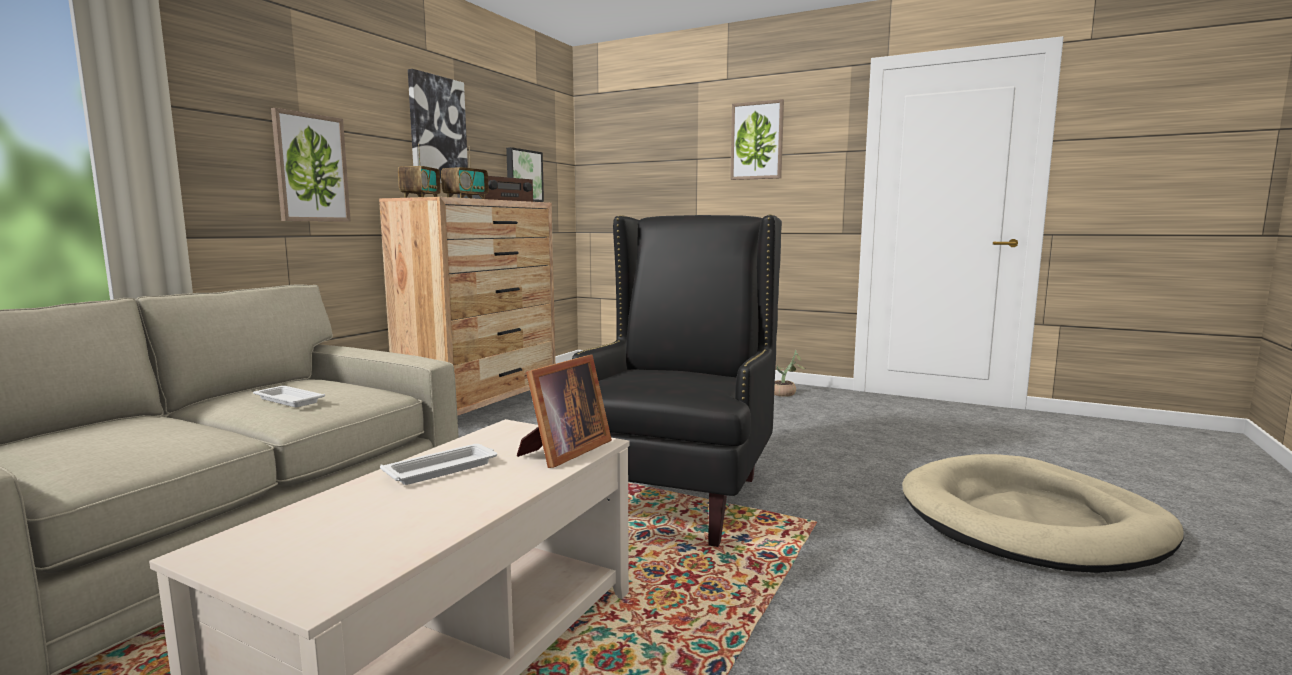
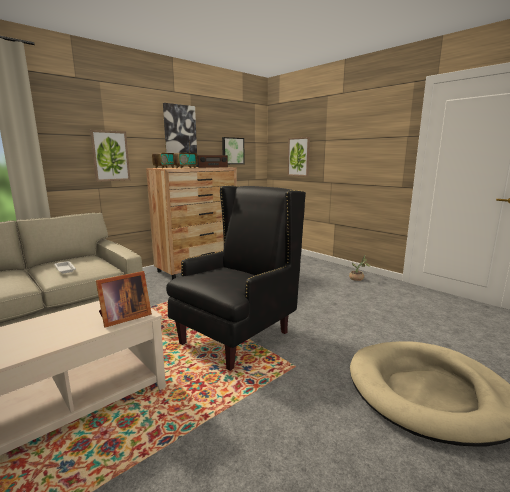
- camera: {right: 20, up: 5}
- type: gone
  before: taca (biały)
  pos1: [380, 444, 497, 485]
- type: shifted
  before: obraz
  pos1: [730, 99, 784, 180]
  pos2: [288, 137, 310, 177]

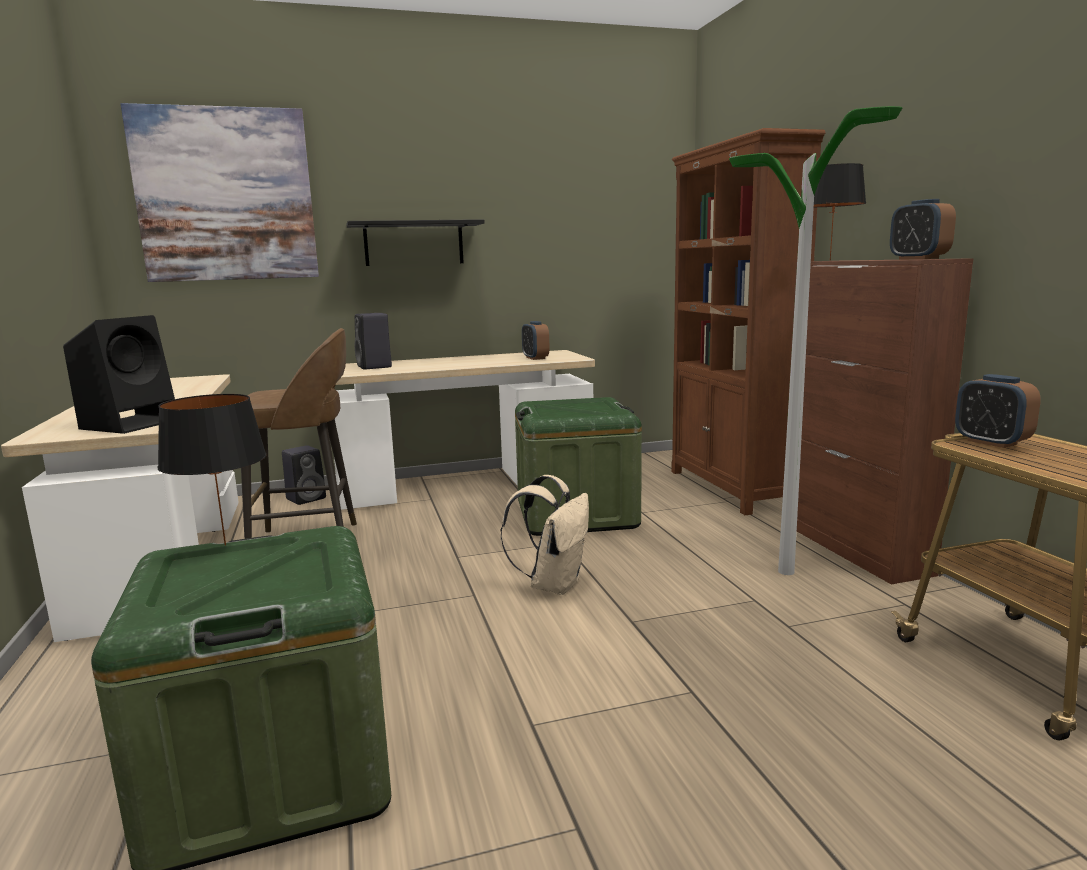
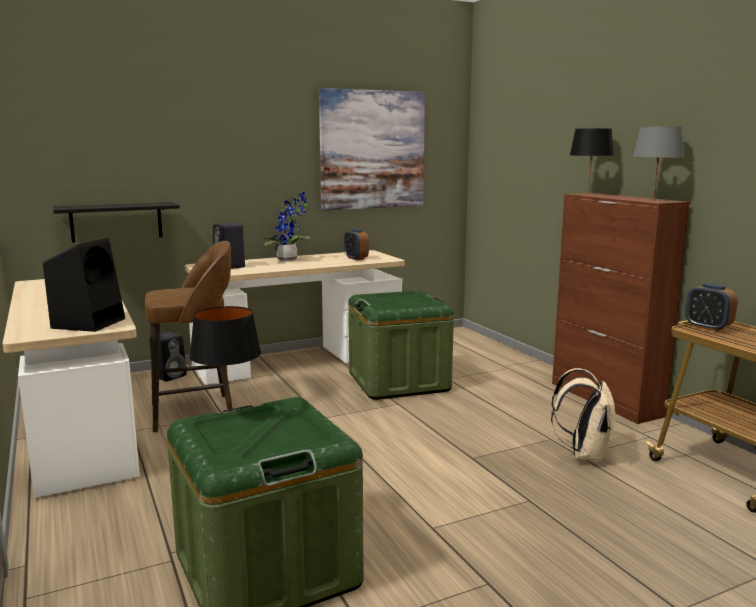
- camera: {right: -10, up: 0}
- type: gone
  before: regał (brązowy)
  pos1: [671, 128, 825, 515]
- type: gone
  before: lampa stojąca
  pos1: [729, 106, 902, 575]
- type: new
  after: roślina doniczkowa
  pos2: [264, 192, 310, 262]
- type: shifted
  before: obraz
  pos1: [121, 103, 319, 282]
  pos2: [319, 88, 425, 211]
- type: shifted
  before: półka (czarny)
  pos1: [346, 219, 485, 266]
  pos2: [53, 202, 180, 242]
- type: shifted
  before: plecak (beżowy)
  pos1: [501, 475, 589, 595]
  pos2: [551, 368, 616, 463]
- type: swapped
  before: budzik
  after: lampa stołowa (szary)
  pos1: [890, 199, 956, 260]
  pos2: [633, 127, 684, 199]

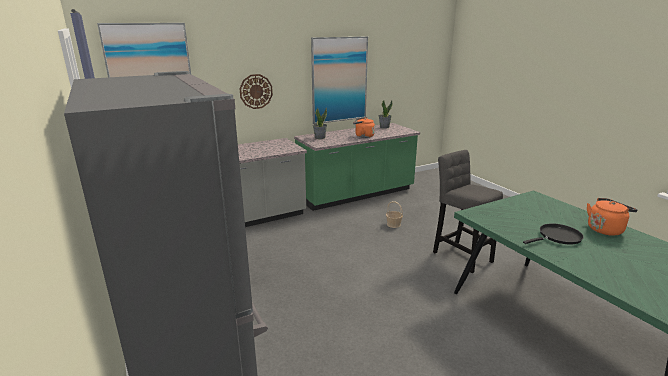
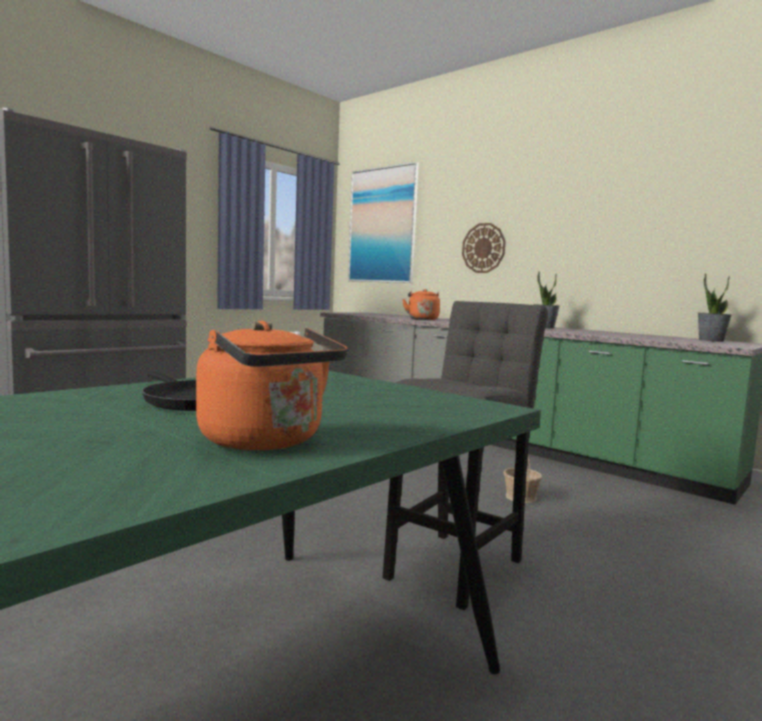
- camera: {right: 70, up: -15}
- type: gone
  before: obraz
  pos1: [311, 36, 368, 124]
- type: shifted
  before: czajnik (pomarańczowy)
  pos1: [353, 117, 375, 138]
  pos2: [403, 289, 440, 320]

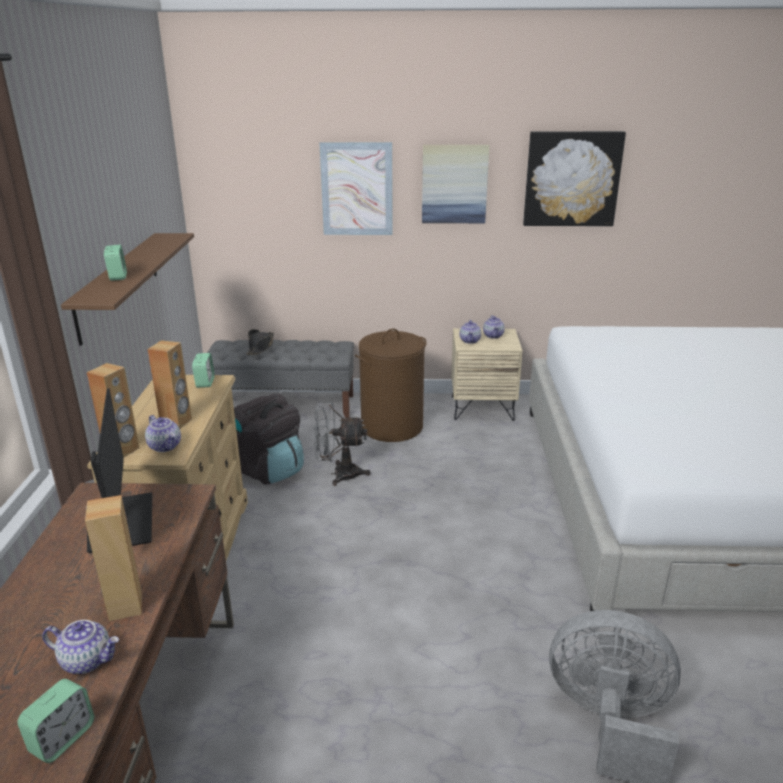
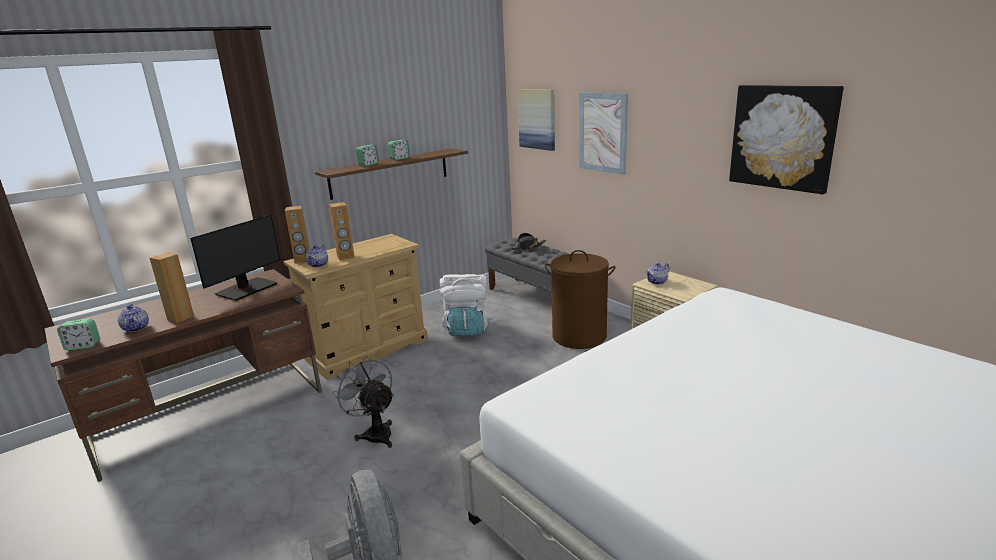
- camera: {right: 50, up: -5}
- type: gone
  before: imbryk
  pos1: [483, 315, 505, 339]
- type: shifted
  before: budzik
  pos1: [192, 353, 215, 388]
  pos2: [388, 140, 410, 160]
- type: shifted
  before: wentylator (szary)
  pos1: [314, 402, 370, 486]
  pos2: [333, 356, 394, 448]
- type: shifted
  before: obraz
  pos1: [422, 145, 489, 223]
  pos2: [517, 89, 555, 151]
- type: repainted
  before: plecak (czarny)
  after: plecak (biały)
  pos1: [234, 393, 304, 485]
  pos2: [440, 274, 488, 336]

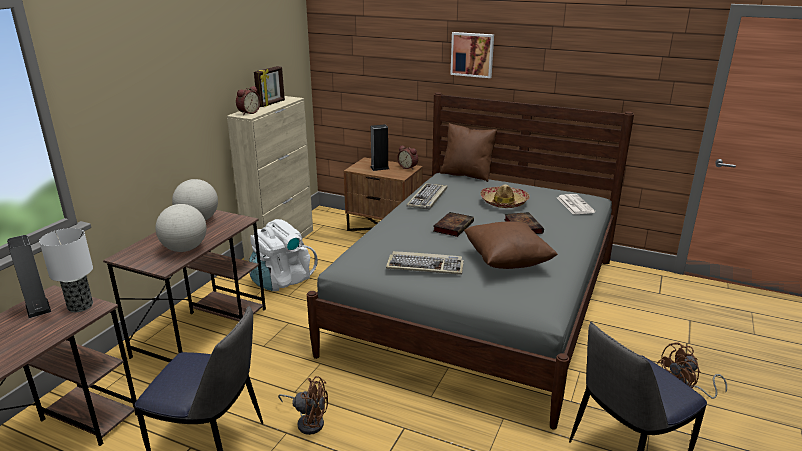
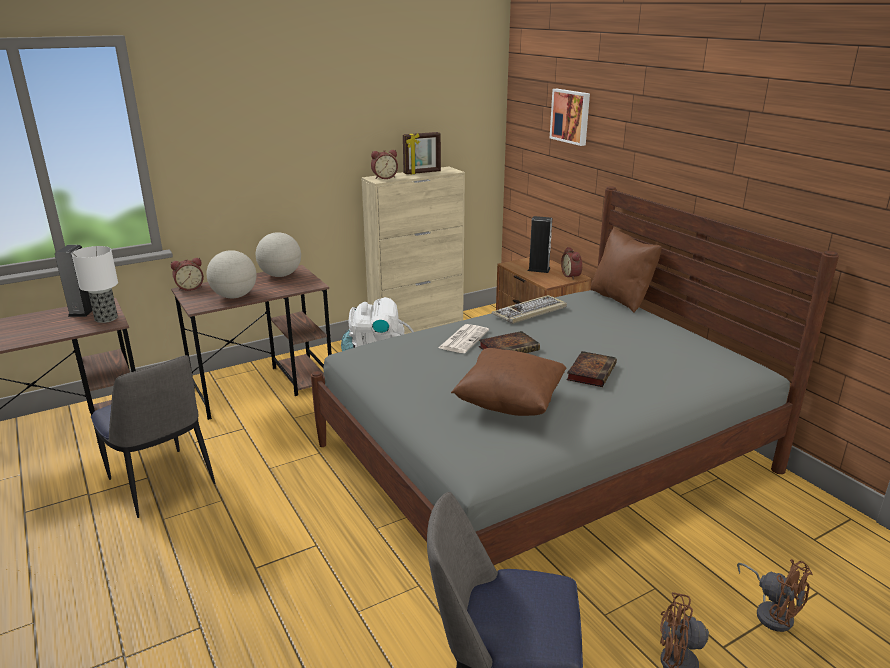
- camera: {right: 35, up: 0}
- type: gone
  before: klawiatura
  pos1: [386, 251, 464, 275]
- type: gone
  before: kapelusz
  pos1: [480, 184, 529, 208]
- type: new
  after: budzik
  pos2: [171, 258, 204, 291]
- type: shifted
  before: wentylator (brązowy)
  pos1: [278, 376, 328, 435]
  pos2: [737, 559, 813, 632]
- type: shifted
  before: obraz
  pos1: [450, 32, 494, 78]
  pos2: [550, 89, 590, 146]
- type: shifted
  before: gazeta
  pos1: [557, 194, 595, 215]
  pos2: [438, 324, 489, 353]

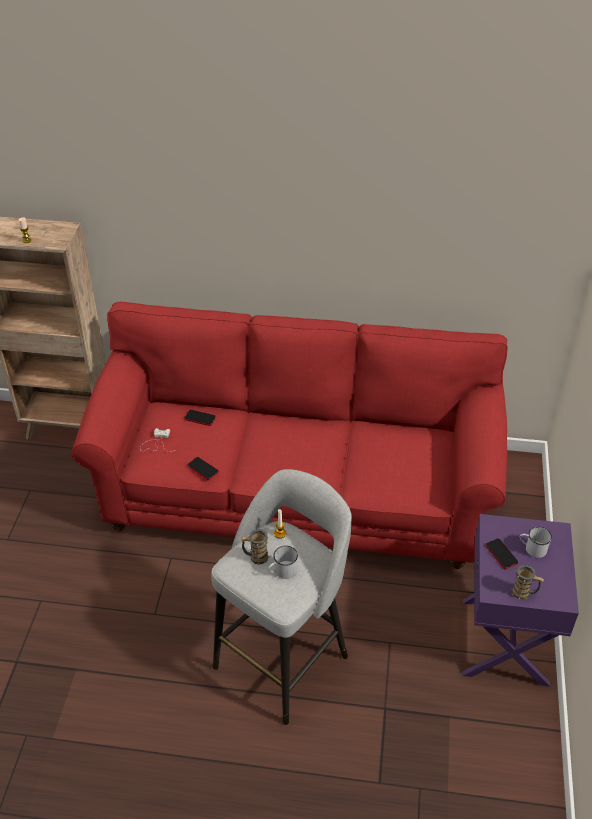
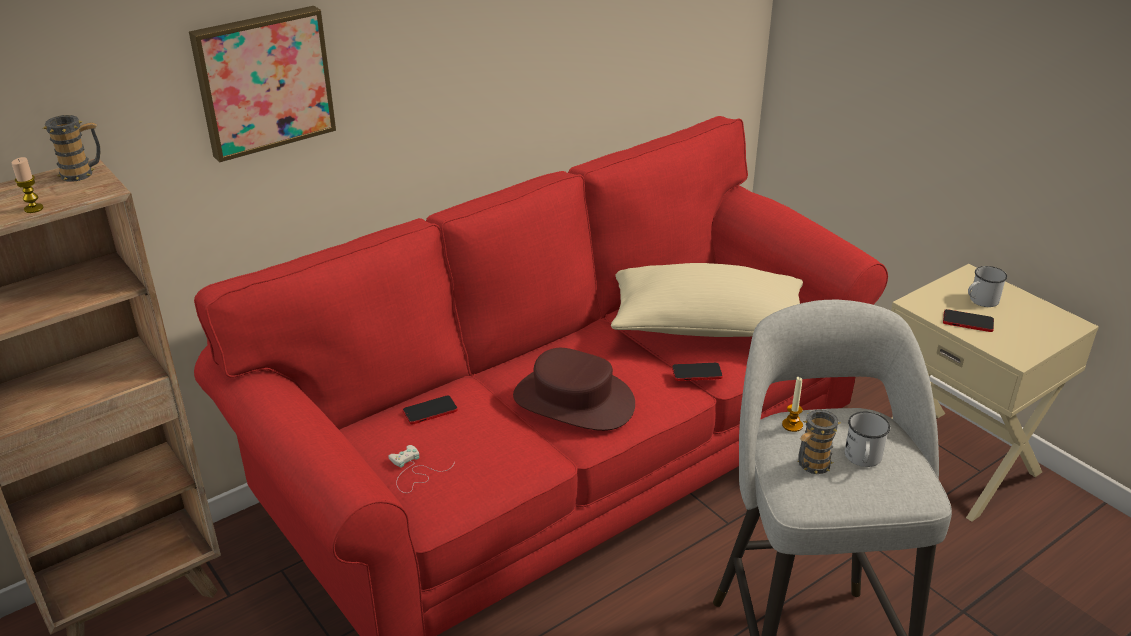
- camera: {right: -45, up: -10}
- type: new
  after: obraz
  pos2: [189, 6, 336, 162]
- type: new
  after: kapelusz (brązowy)
  pos2: [513, 348, 635, 431]
- type: new
  after: poduszka (beżowy)
  pos2: [611, 263, 803, 337]
- type: shifted
  before: telefon
  pos1: [188, 457, 219, 480]
  pos2: [672, 363, 723, 381]
- type: shifted
  before: kubek
  pos1: [511, 565, 544, 600]
  pos2: [43, 115, 100, 182]
- type: repainted
  before: szafka nocna (fioletowy)
  after: szafka nocna (beżowy)
  pos1: [462, 514, 579, 687]
  pos2: [891, 264, 1099, 522]

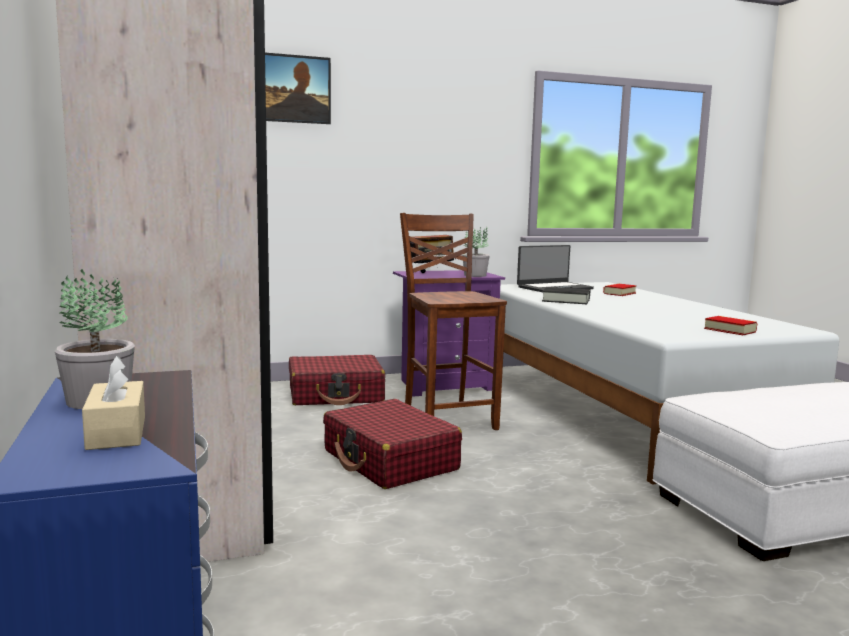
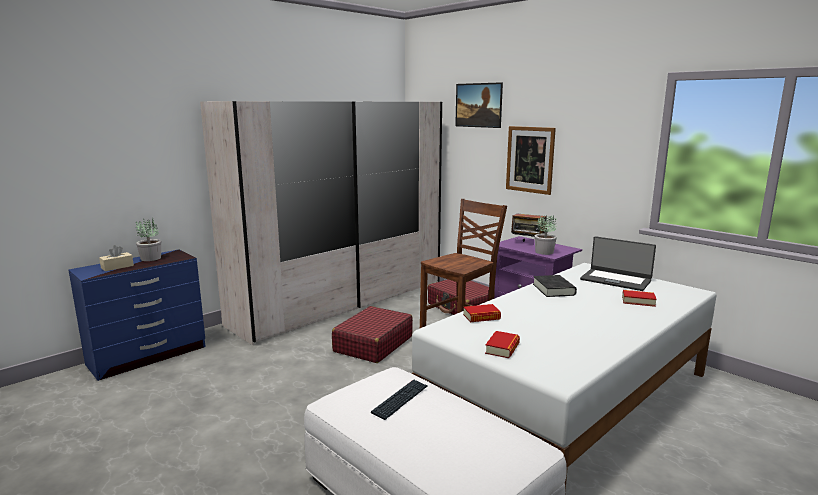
- camera: {right: 65, up: 5}
- type: new
  after: klawiatura
  pos2: [371, 379, 428, 420]
- type: new
  after: książka
  pos2: [463, 304, 501, 322]
- type: new
  after: obraz
  pos2: [506, 126, 556, 195]

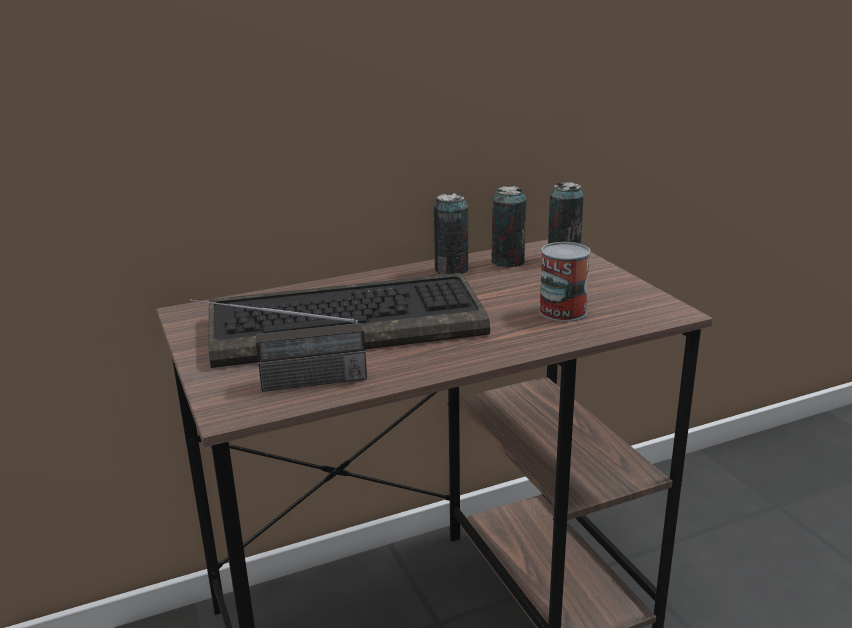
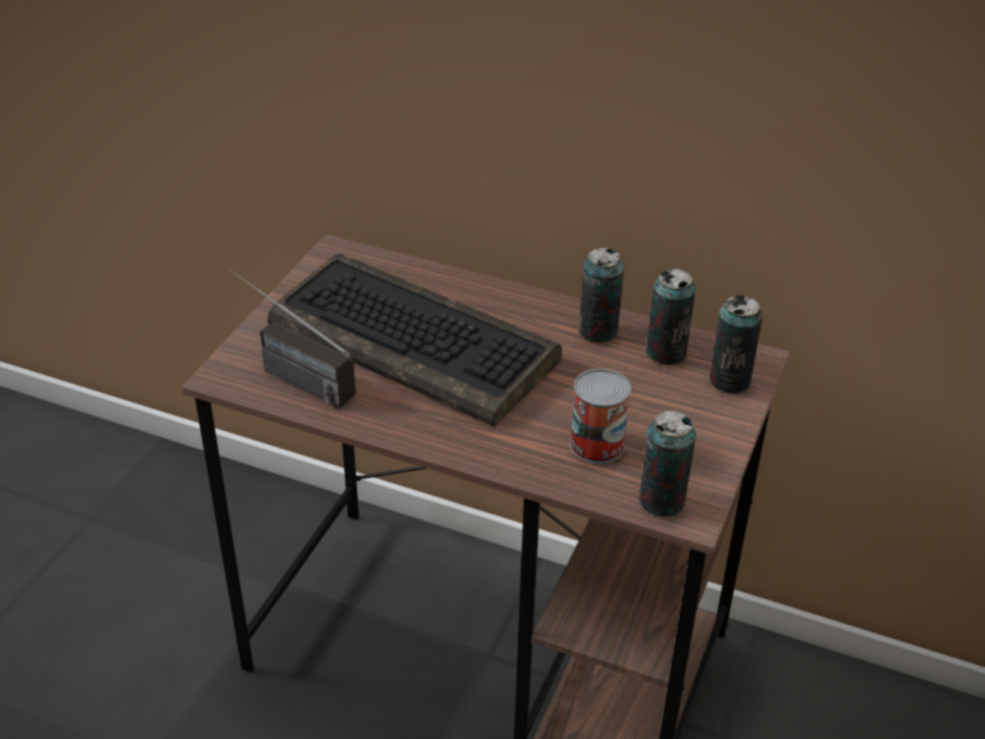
- camera: {right: 45, up: 15}
- type: new
  after: puszka
  pos2: [639, 411, 696, 517]

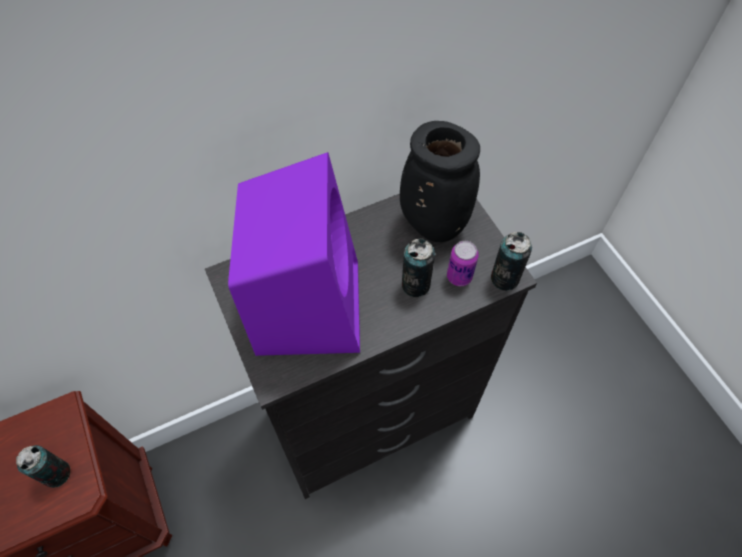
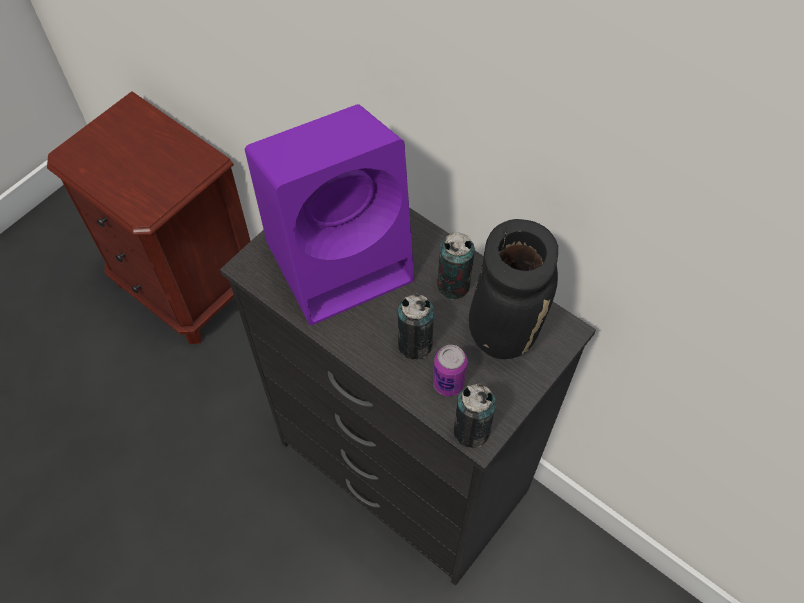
- camera: {right: 65, up: 0}
- type: shifted
  before: puszka
  pos1: [16, 445, 70, 488]
  pos2: [437, 232, 475, 299]

